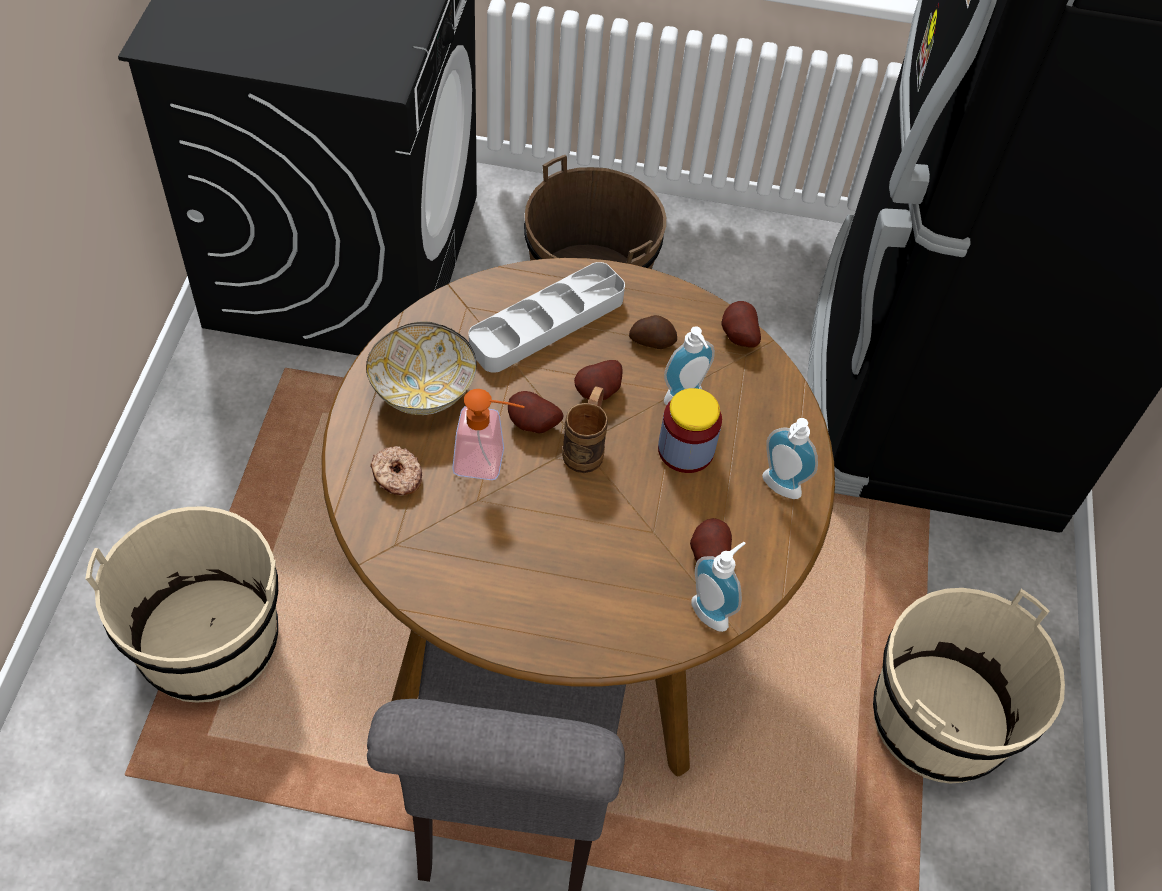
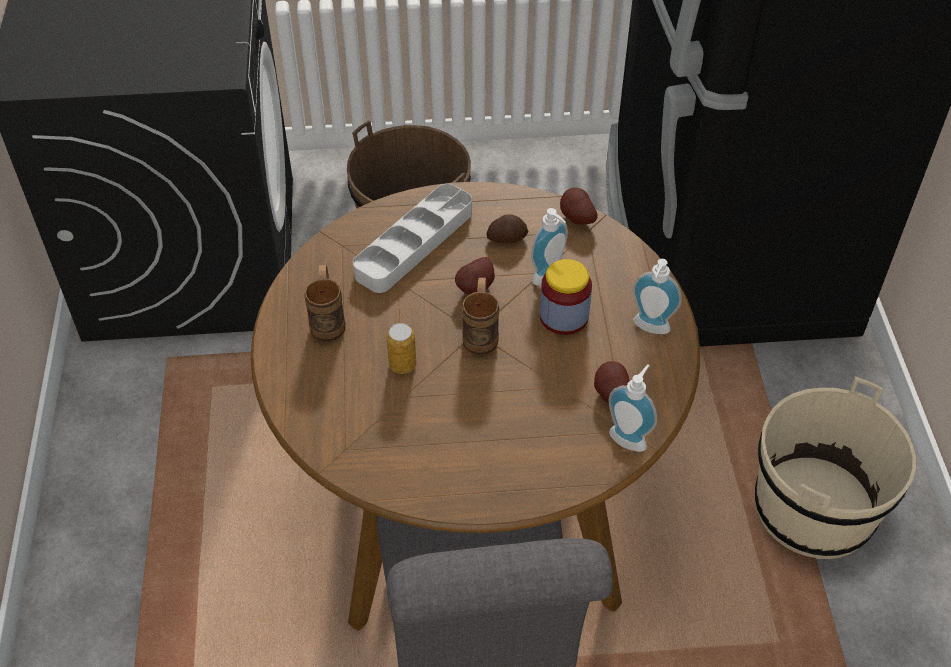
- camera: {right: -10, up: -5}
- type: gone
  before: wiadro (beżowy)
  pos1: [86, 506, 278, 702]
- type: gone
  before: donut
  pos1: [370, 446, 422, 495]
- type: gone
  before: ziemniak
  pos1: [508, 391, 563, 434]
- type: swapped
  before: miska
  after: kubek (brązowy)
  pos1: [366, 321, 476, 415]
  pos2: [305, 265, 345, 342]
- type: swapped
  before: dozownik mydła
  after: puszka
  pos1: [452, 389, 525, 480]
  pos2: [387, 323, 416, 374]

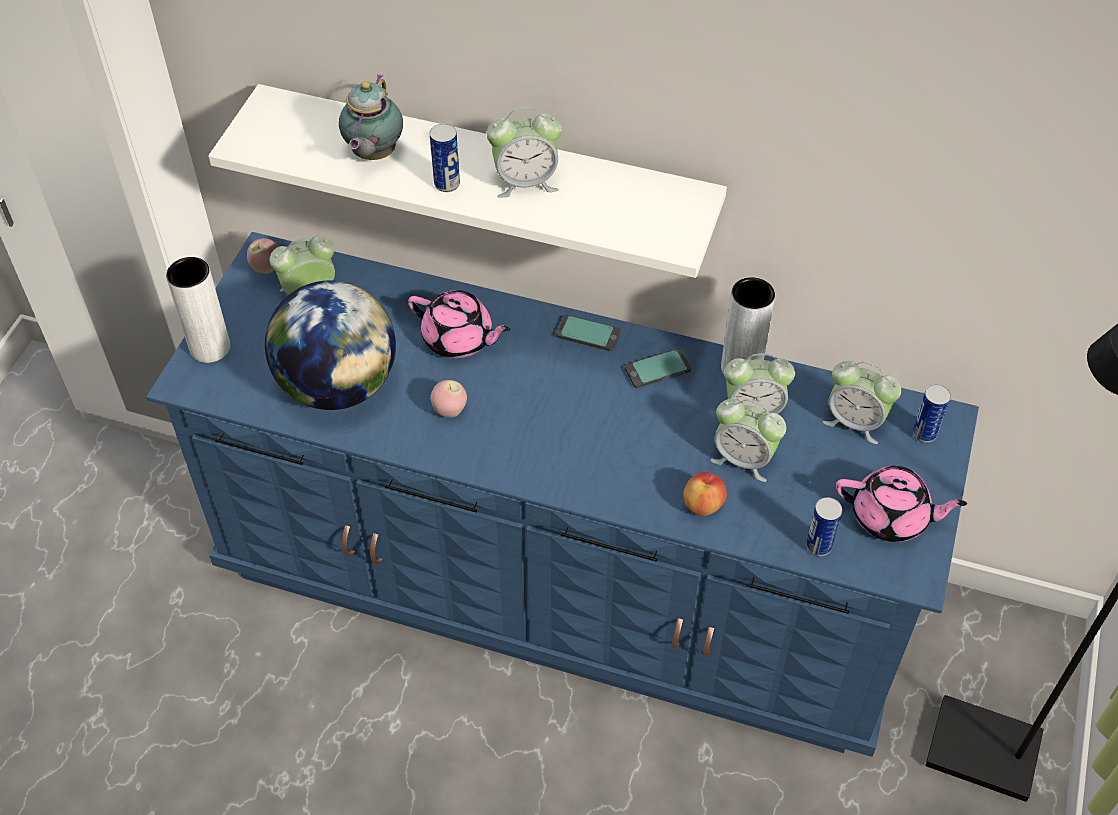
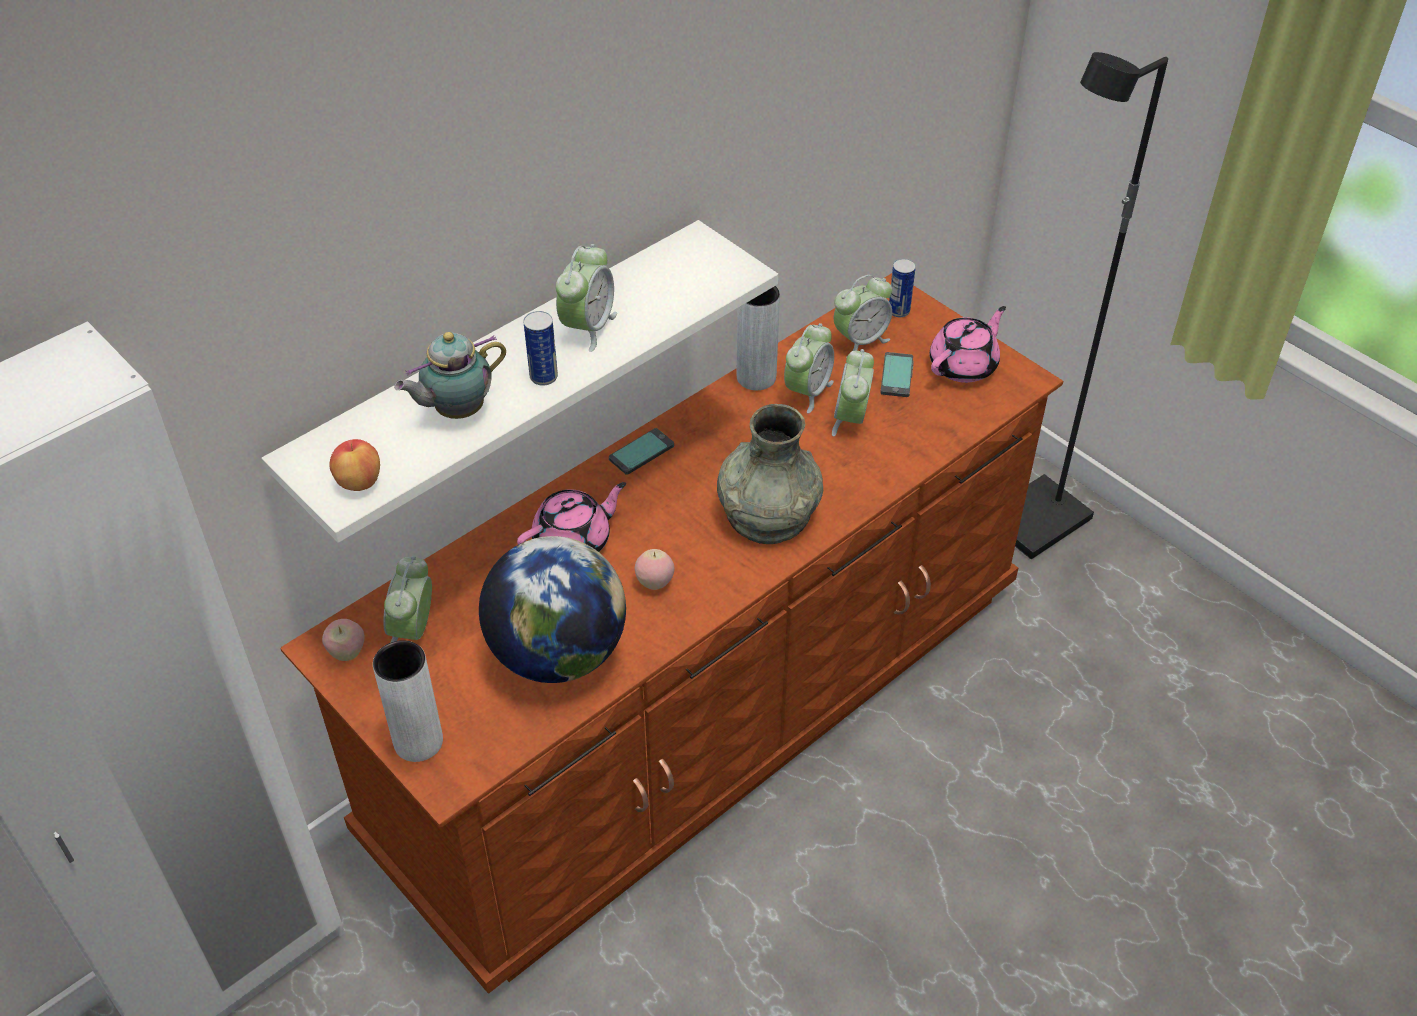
- camera: {right: -60, up: -5}
- type: gone
  before: puszka
  pos1: [806, 497, 842, 556]
- type: new
  after: wazon (szary)
  pos2: [717, 404, 823, 544]
- type: shifted
  before: telefon
  pos1: [625, 348, 692, 388]
  pos2: [880, 352, 914, 397]
- type: shifted
  before: jabłko
  pos1: [683, 472, 727, 516]
  pos2: [329, 439, 380, 491]
- type: repainted
  before: komoda (niebieski)
  after: komoda (brązowy)
  pos1: [146, 232, 979, 757]
  pos2: [280, 273, 1063, 994]
- type: rotated
  before: imbryk
  pos1: [339, 74, 403, 160]
  pos2: [394, 332, 506, 419]
  turn: 105
- type: rotated
  before: budzik
  pos1: [711, 398, 786, 482]
  pos2: [832, 349, 874, 436]
  turn: 135

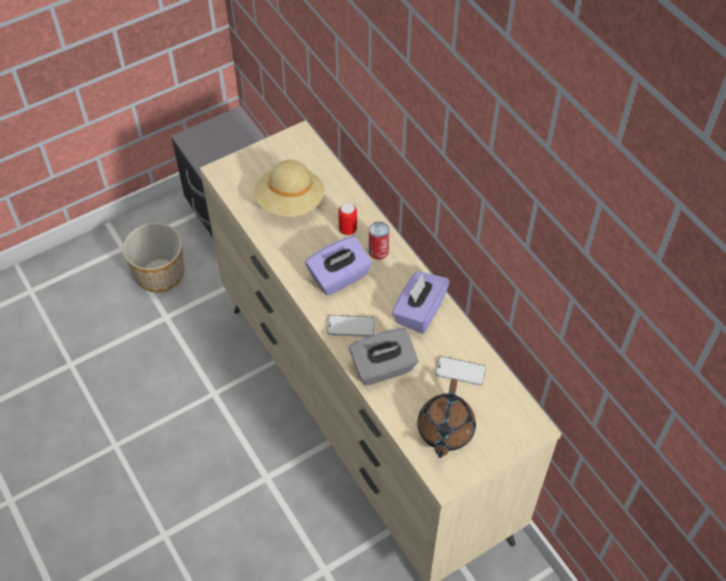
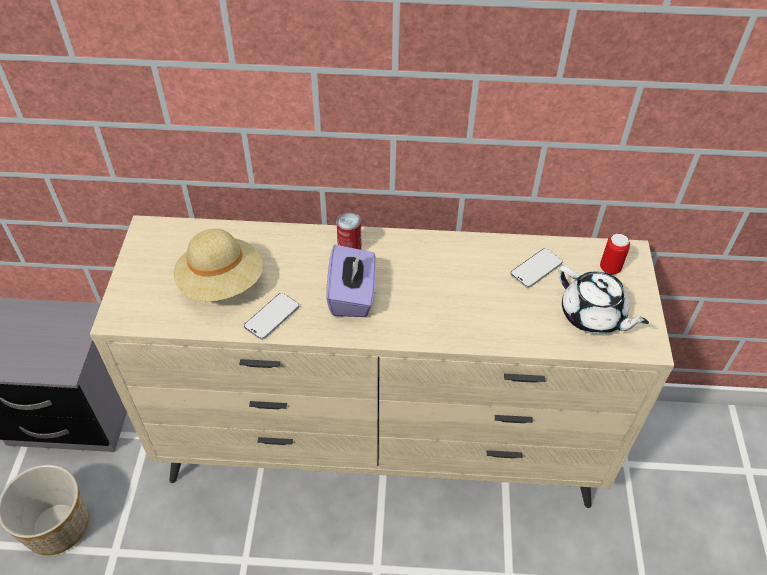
- camera: {right: -55, up: -5}
- type: gone
  before: pudełko chusteczek (szary)
  pos1: [349, 328, 419, 386]
- type: gone
  before: pudełko chusteczek (fioletowy)
  pos1: [392, 271, 450, 334]
- type: shifted
  before: telefon
  pos1: [327, 315, 375, 337]
  pos2: [244, 293, 299, 340]
- type: shifted
  before: puszka
  pos1: [338, 203, 357, 235]
  pos2: [600, 234, 630, 275]
- type: repainted
  before: imbryk (brązowy)
  after: imbryk (biały)
  pos1: [417, 379, 476, 458]
  pos2: [558, 266, 649, 334]

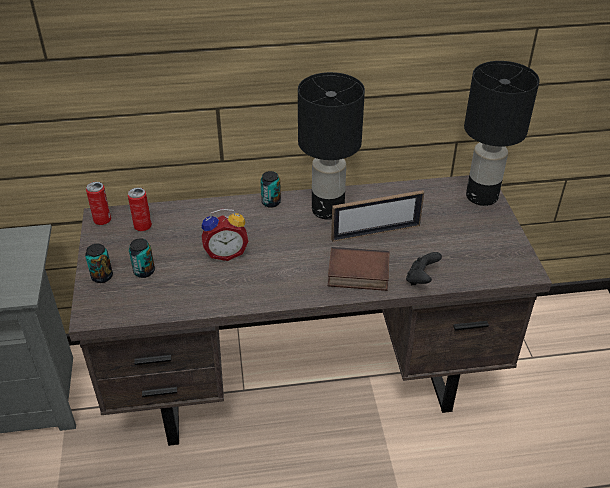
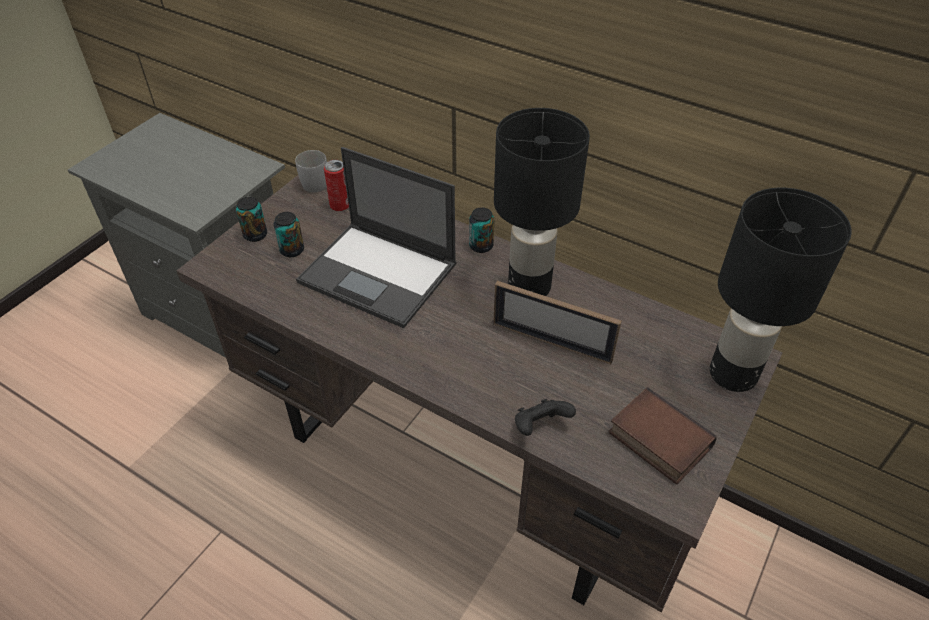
- camera: {right: 40, up: 5}
- type: shifted
  before: książka
  pos1: [328, 247, 389, 291]
  pos2: [609, 387, 717, 484]
- type: swapped
  before: puszka
  after: kubek (biały)
  pos1: [86, 182, 111, 225]
  pos2: [295, 150, 327, 192]
- type: swapped
  before: budzik
  after: laptop
  pos1: [202, 209, 248, 261]
  pos2: [296, 147, 456, 328]

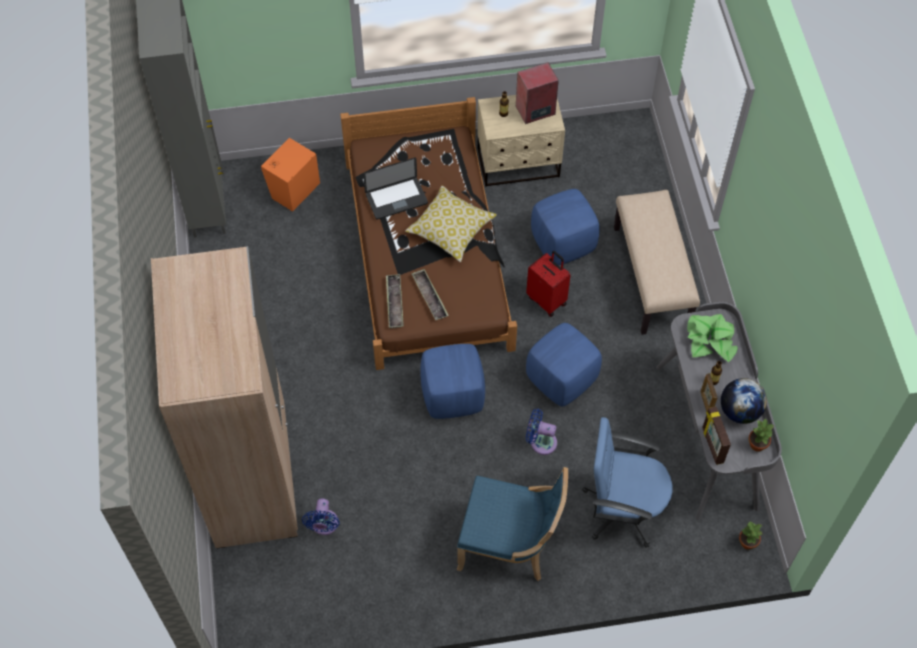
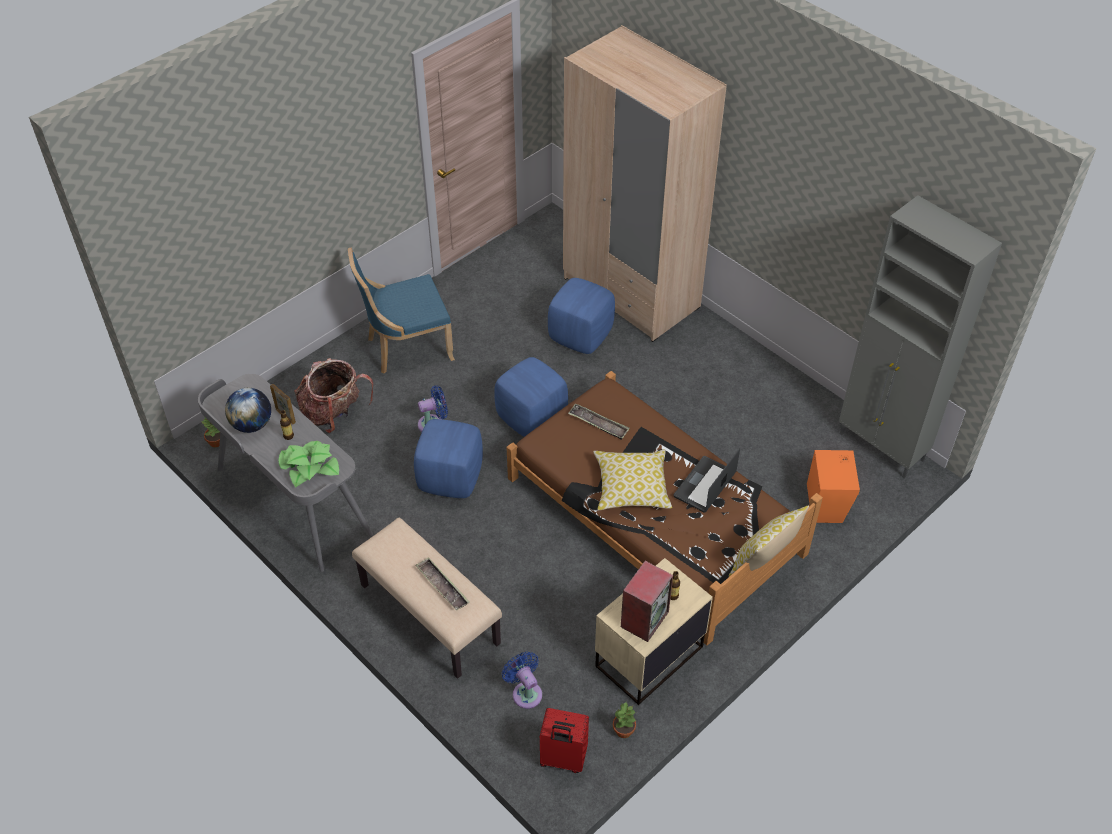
- camera: {right: 145, up: -10}
- type: gone
  before: ramka na zdjęcie
  pos1: [702, 406, 731, 465]
- type: new
  after: poduszka
  pos2: [729, 506, 809, 577]
- type: shifted
  before: wentylator (niebieski)
  pos1: [302, 498, 340, 535]
  pos2: [502, 652, 542, 709]
- type: shifted
  before: taca
  pos1: [386, 274, 404, 328]
  pos2: [415, 557, 470, 611]
- type: shifted
  before: walizka (czerwony)
  pos1: [526, 251, 570, 317]
  pos2: [540, 708, 589, 773]
- type: shifted
  before: pufa (niebieski)
  pos1: [531, 189, 600, 265]
  pos2: [548, 278, 615, 354]
- type: shifted
  before: roślina doniczkowa
  pos1: [748, 418, 774, 452]
  pos2: [613, 702, 637, 738]
- type: swapped
  before: krzesło biurowe (niebieski)
  after: plecak
  pos1: [582, 417, 673, 548]
  pos2: [294, 358, 373, 434]

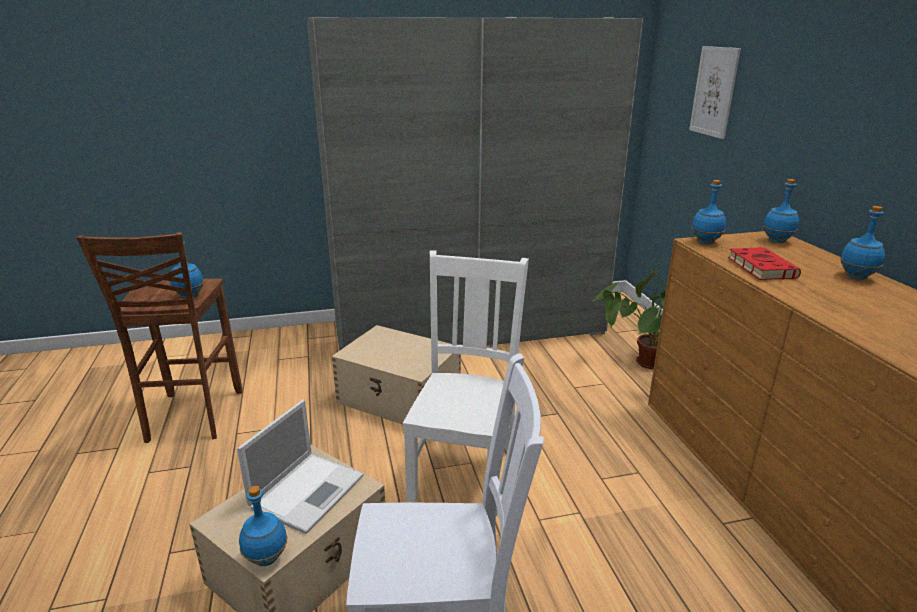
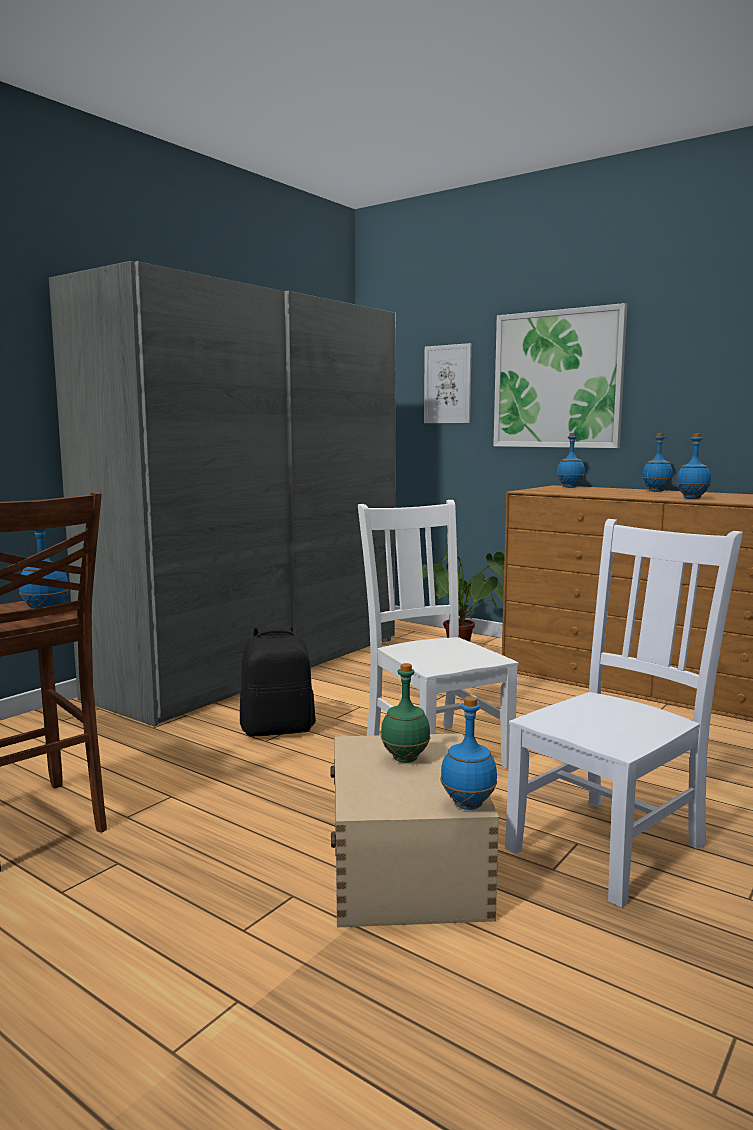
- camera: {right: -40, up: -15}
- type: gone
  before: książka (czerwony)
  pos1: [728, 247, 801, 280]
- type: new
  after: obraz
  pos2: [493, 303, 627, 448]
- type: shifted
  before: butelka (niebieski)
  pos1: [692, 180, 726, 244]
  pos2: [676, 434, 711, 499]
- type: swapped
  before: laptop
  after: butelka (zielony)
  pos1: [237, 400, 364, 534]
  pos2: [381, 663, 430, 763]
- type: swapped
  before: pojemnik do przechowywania (beżowy)
  after: plecak (czarny)
  pos1: [332, 325, 461, 425]
  pos2: [240, 625, 316, 736]

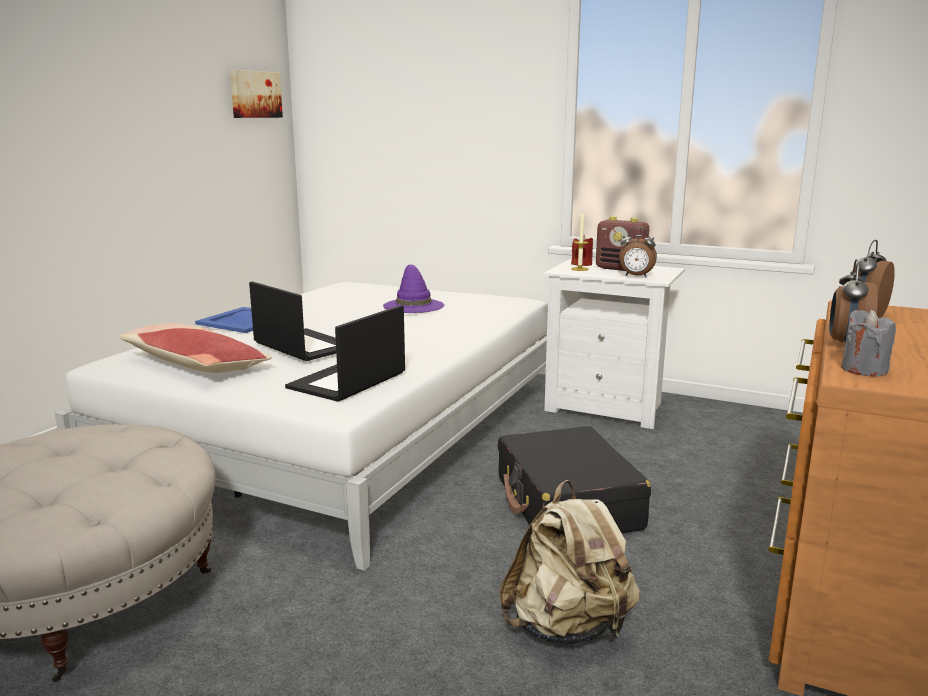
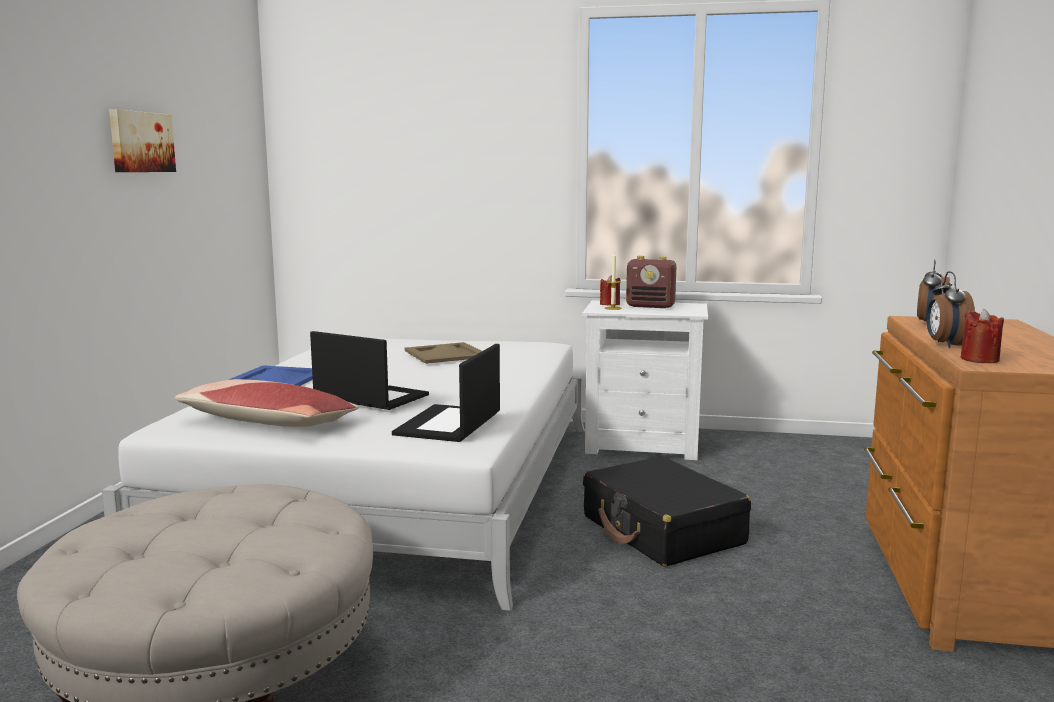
- camera: {right: -15, up: -5}
- type: gone
  before: plecak (beżowy)
  pos1: [499, 480, 640, 645]
- type: gone
  before: budzik
  pos1: [619, 227, 657, 277]
- type: shifted
  before: obraz
  pos1: [230, 70, 283, 118]
  pos2: [109, 109, 176, 172]
- type: swapped
  before: kapelusz (fioletowy)
  after: taca (beżowy)
  pos1: [383, 264, 444, 313]
  pos2: [405, 342, 482, 364]
- type: repainted
  before: świeca (szary)
  after: świeca (czerwony)
  pos1: [841, 310, 896, 377]
  pos2: [961, 309, 1004, 363]

